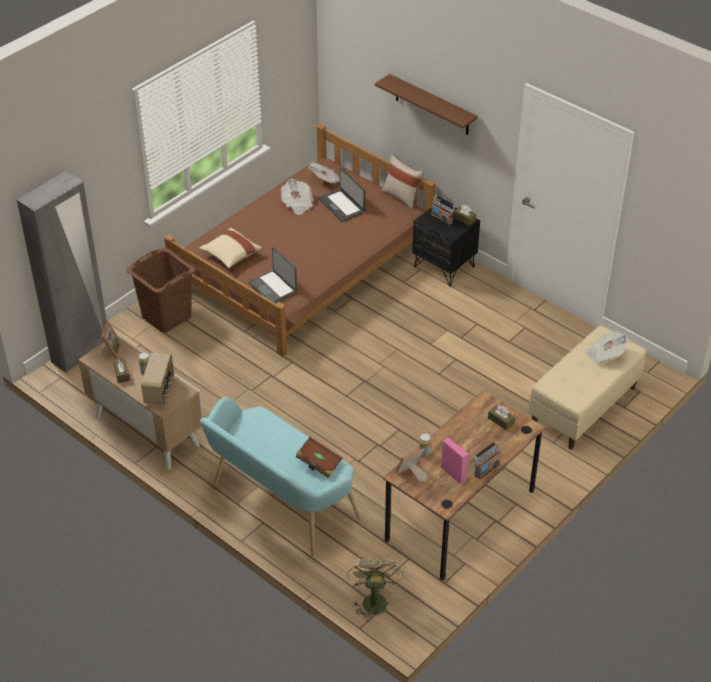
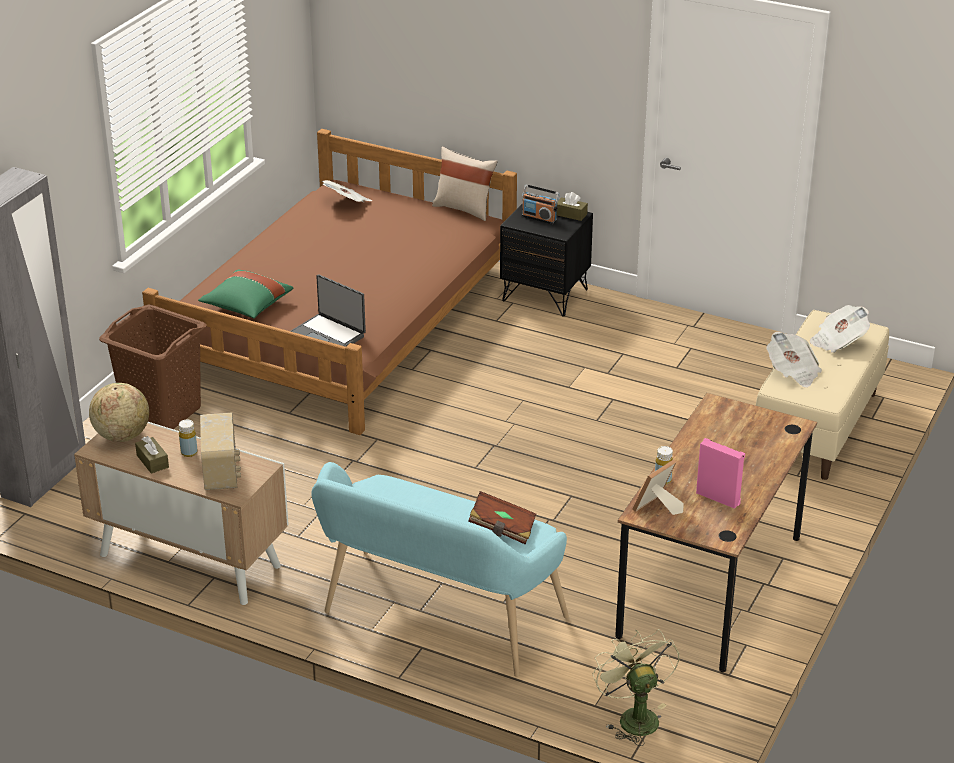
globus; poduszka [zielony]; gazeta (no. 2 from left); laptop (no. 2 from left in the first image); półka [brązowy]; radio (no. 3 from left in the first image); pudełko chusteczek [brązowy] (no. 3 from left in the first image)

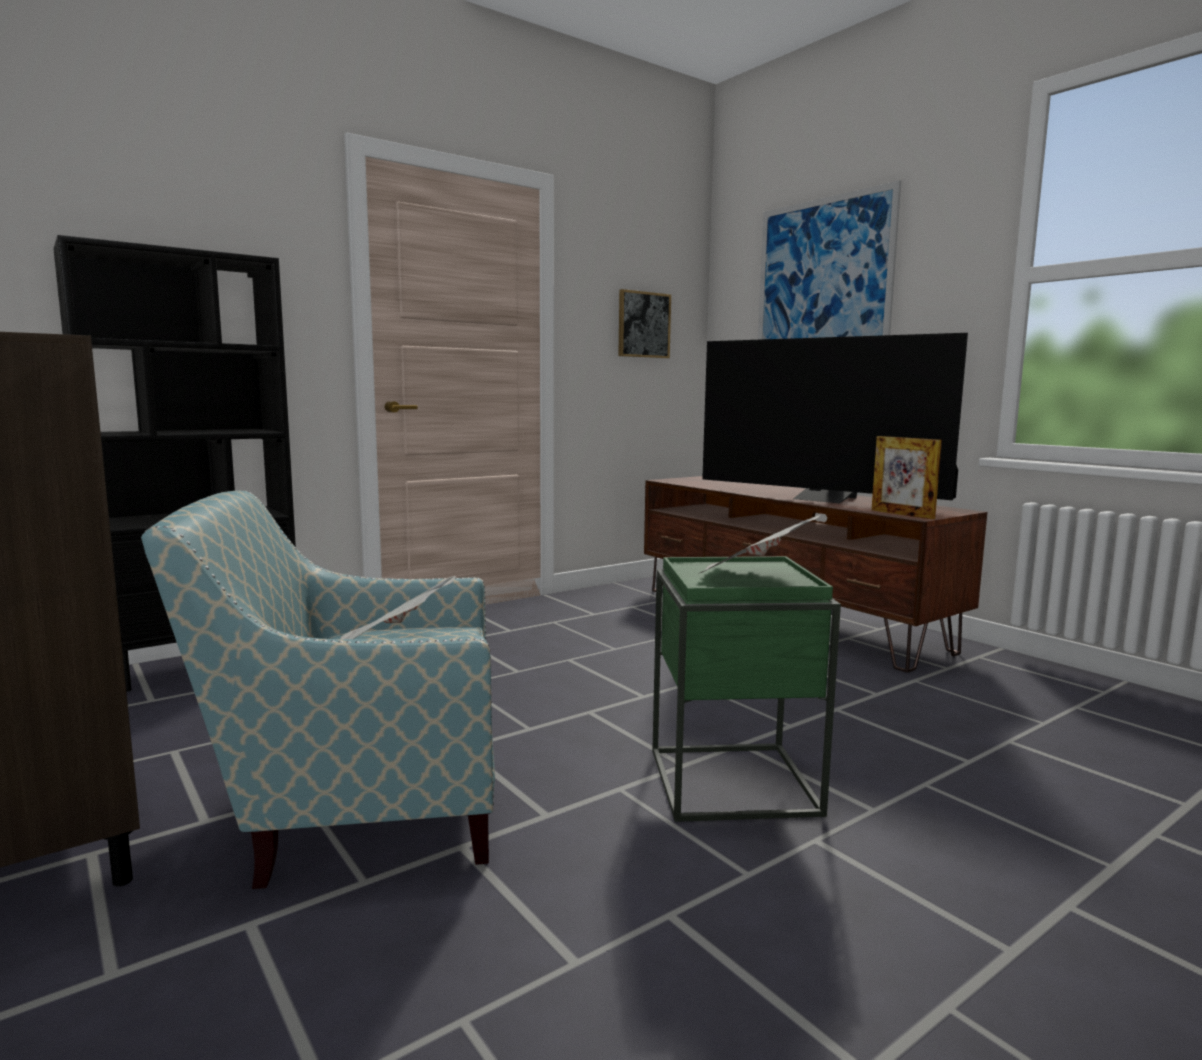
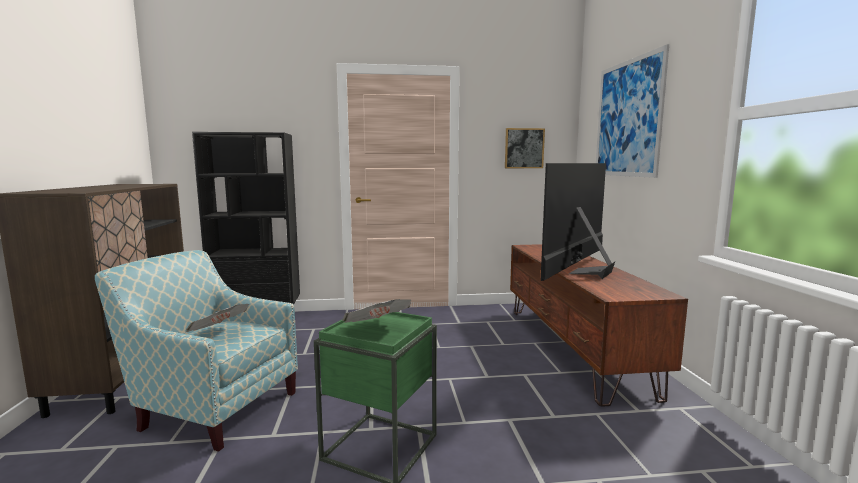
telewizor; ramka na zdjęcie

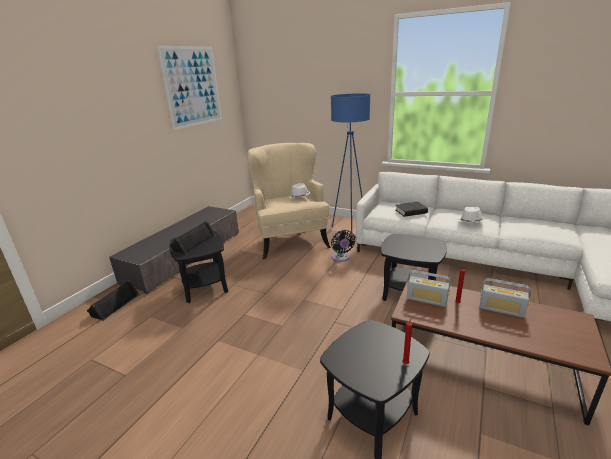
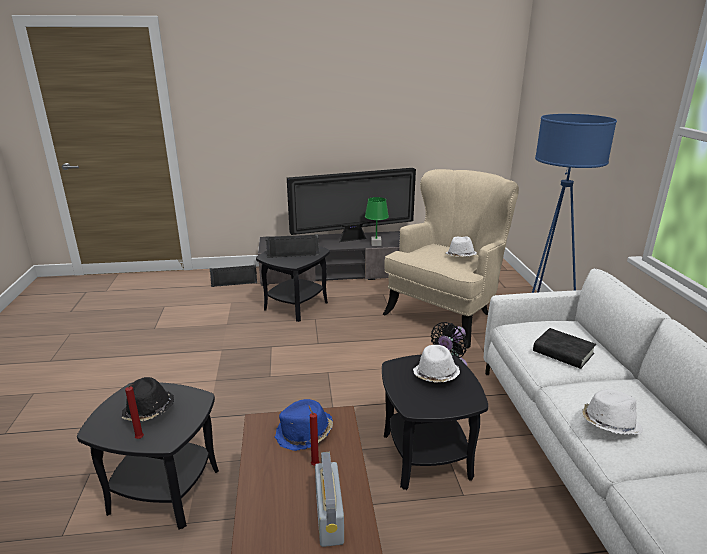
obraz; kapelusz [niebieski]; kapelusz [czarny]; telewizor; lampa stołowa [zielony]; kapelusz [biały] (no. 1 from left)

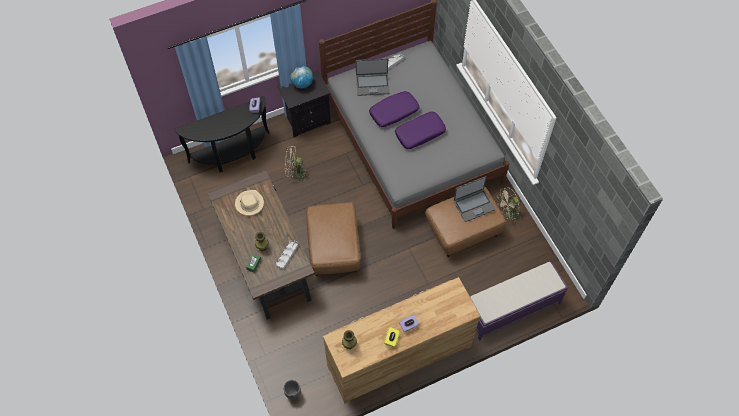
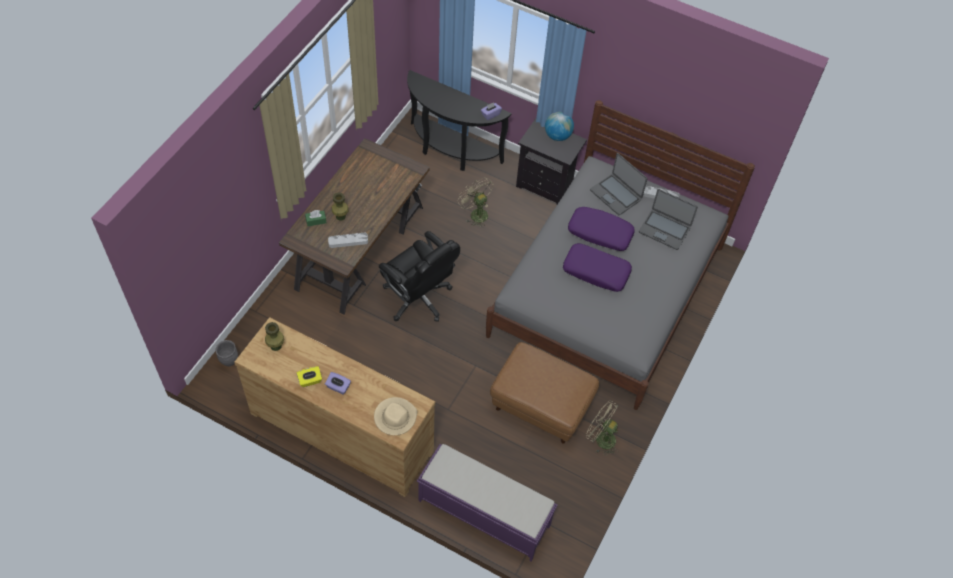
kapelusz [beżowy]; krzesło biurowe [czarny]; laptop (no. 2 from left)

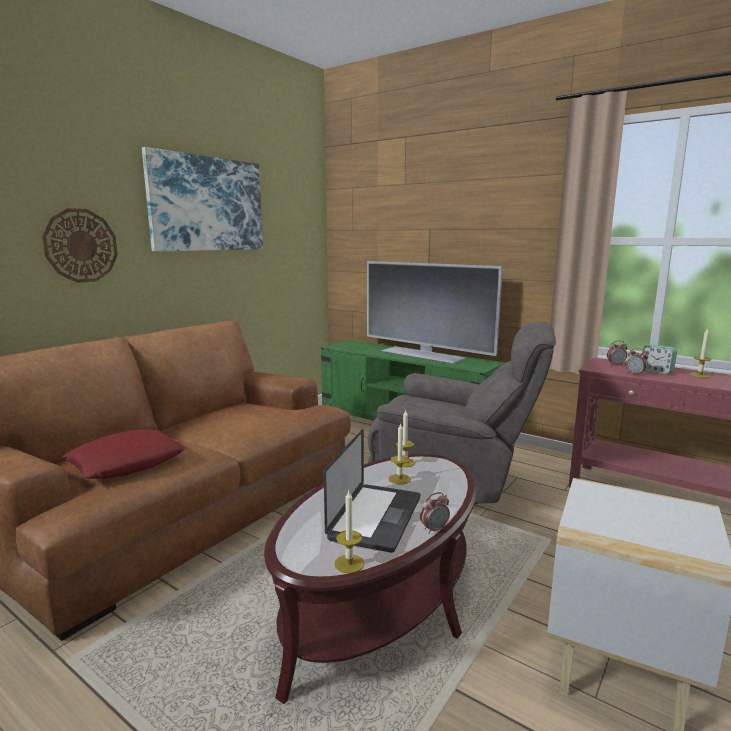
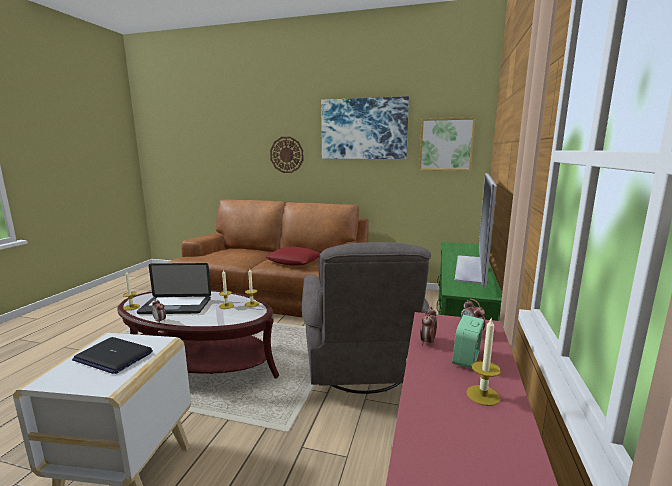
poduszka [czerwony]; laptop (no. 1 from left); obraz (no. 2 from left)

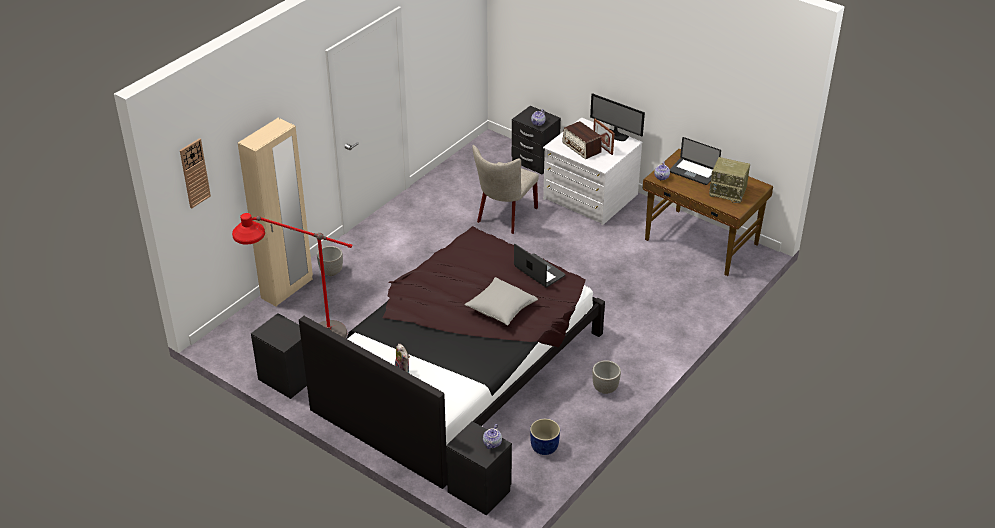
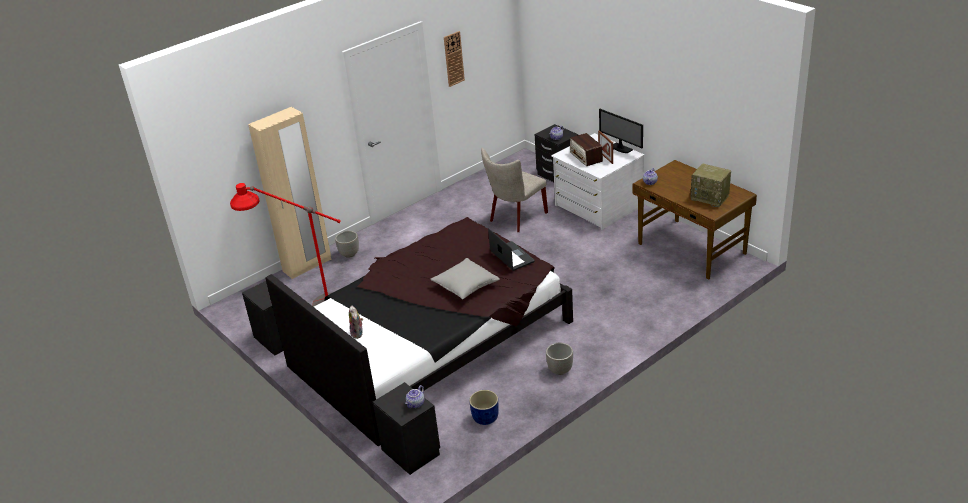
zegar ścienny; laptop (no. 2 from left in the first image)

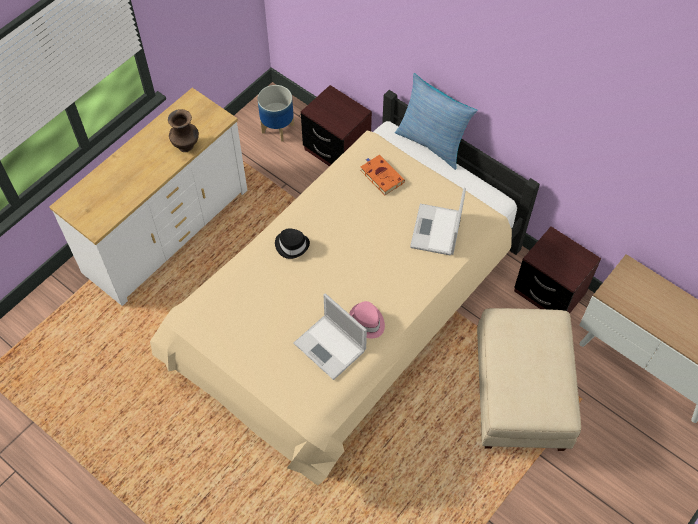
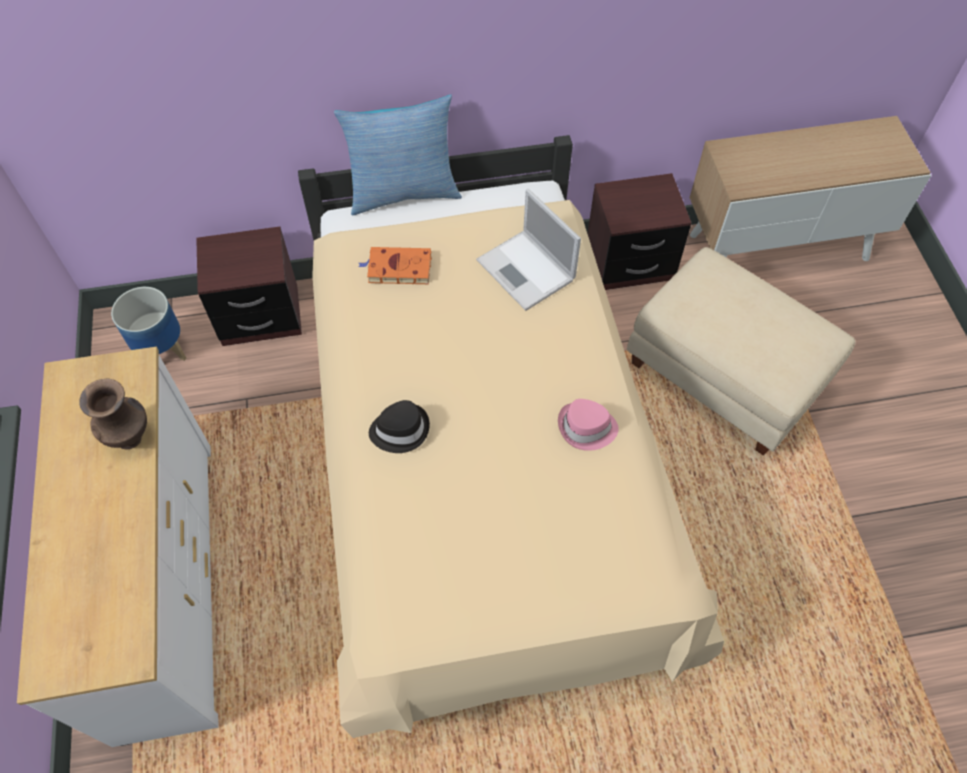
laptop (no. 1 from left in the first image)

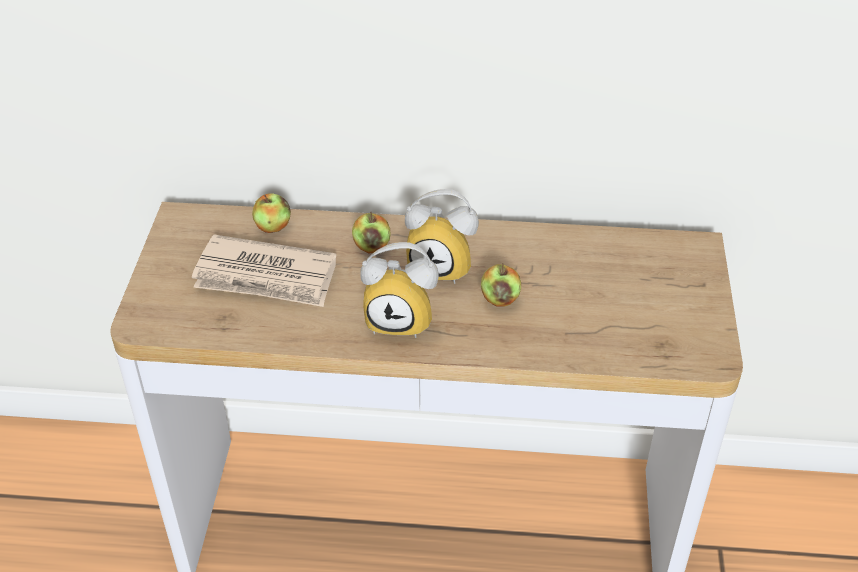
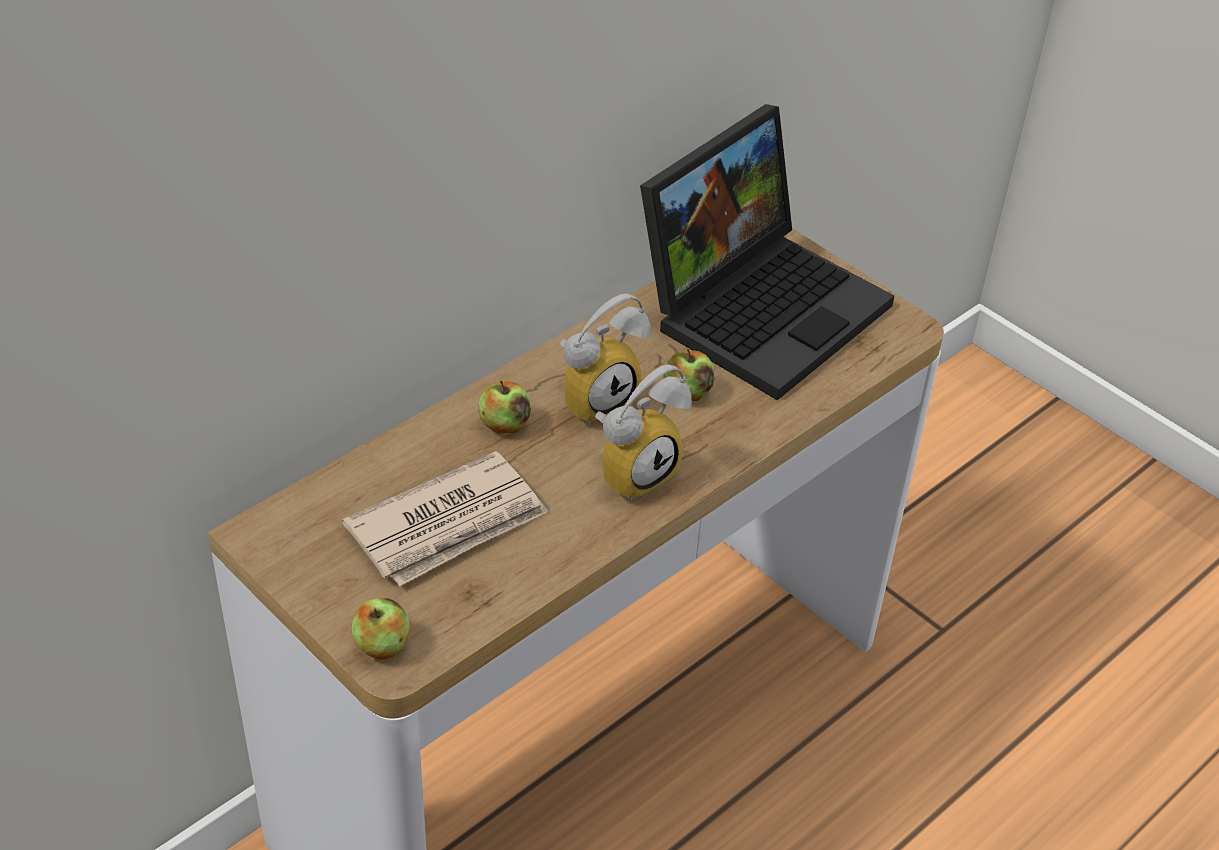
jabłko (no. 1 from left); laptop

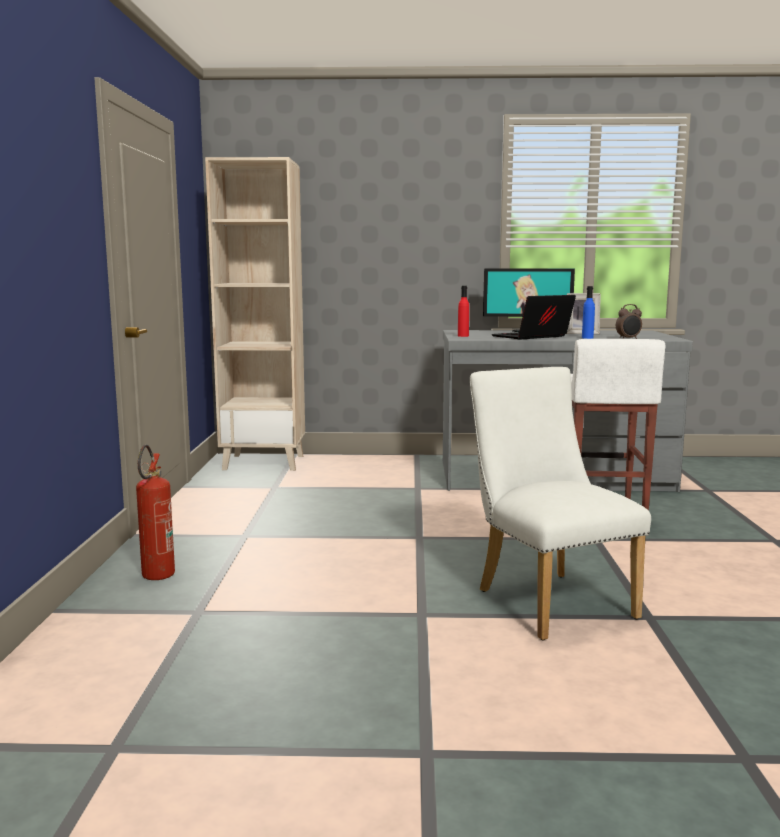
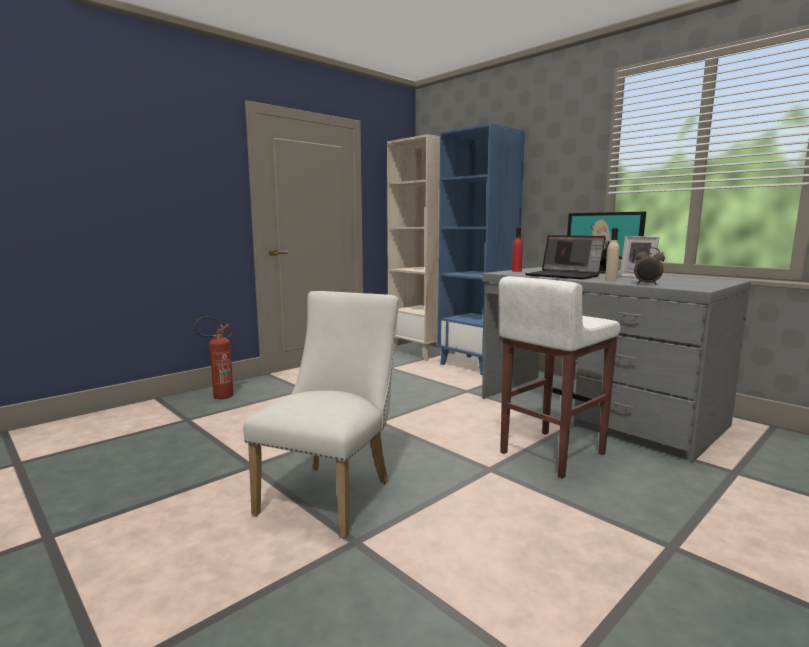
laptop; butelka [beżowy]; regał [niebieski]

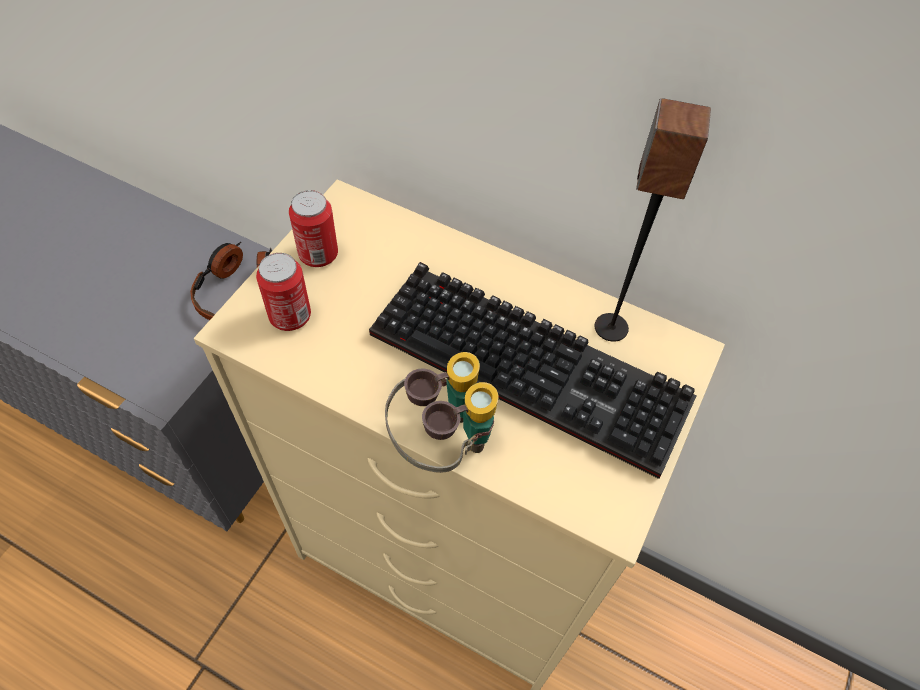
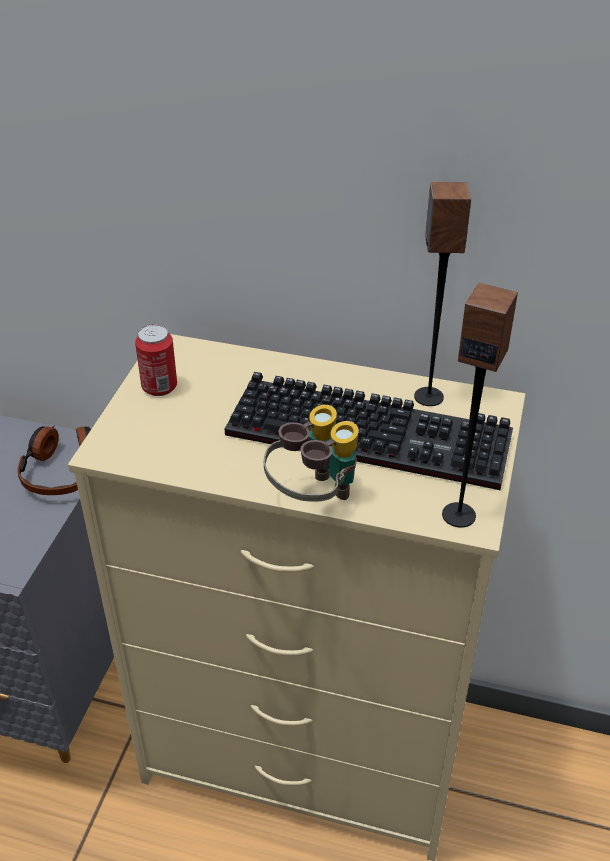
puszka (no. 1 from left in the first image); głośnik (no. 2 from left)

